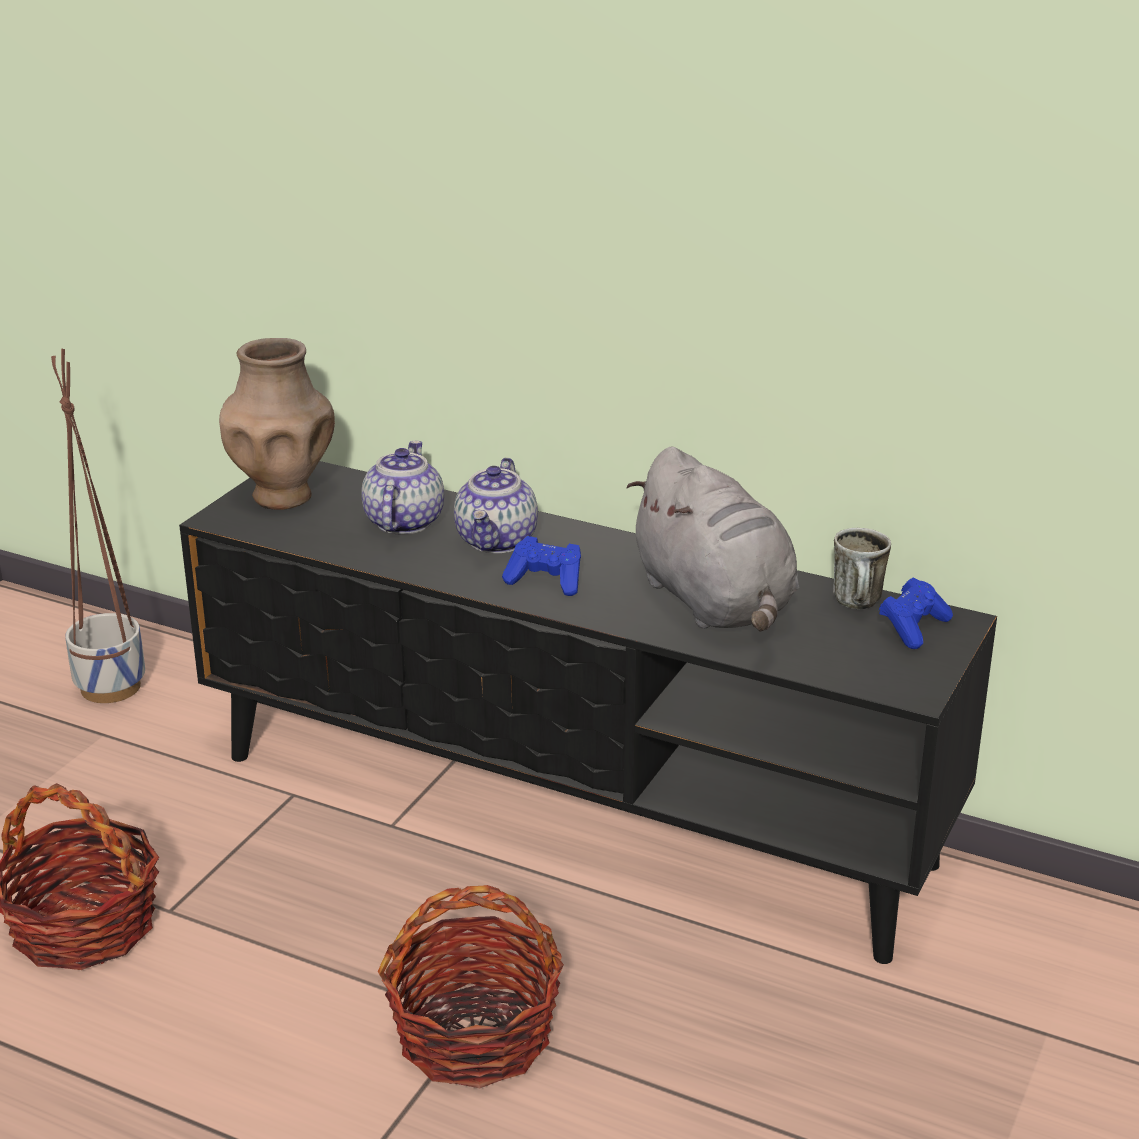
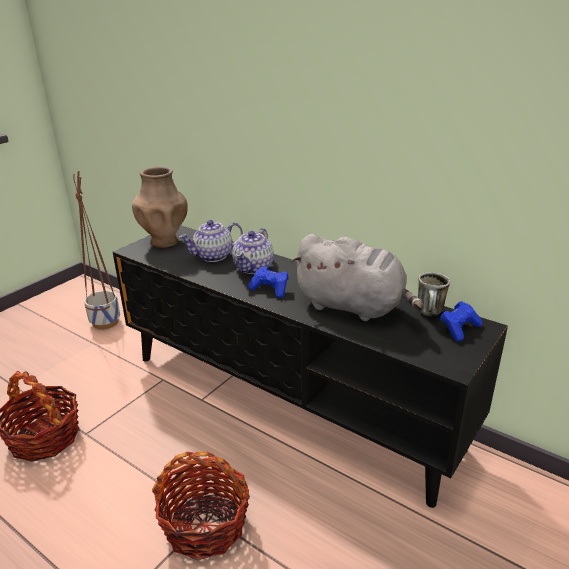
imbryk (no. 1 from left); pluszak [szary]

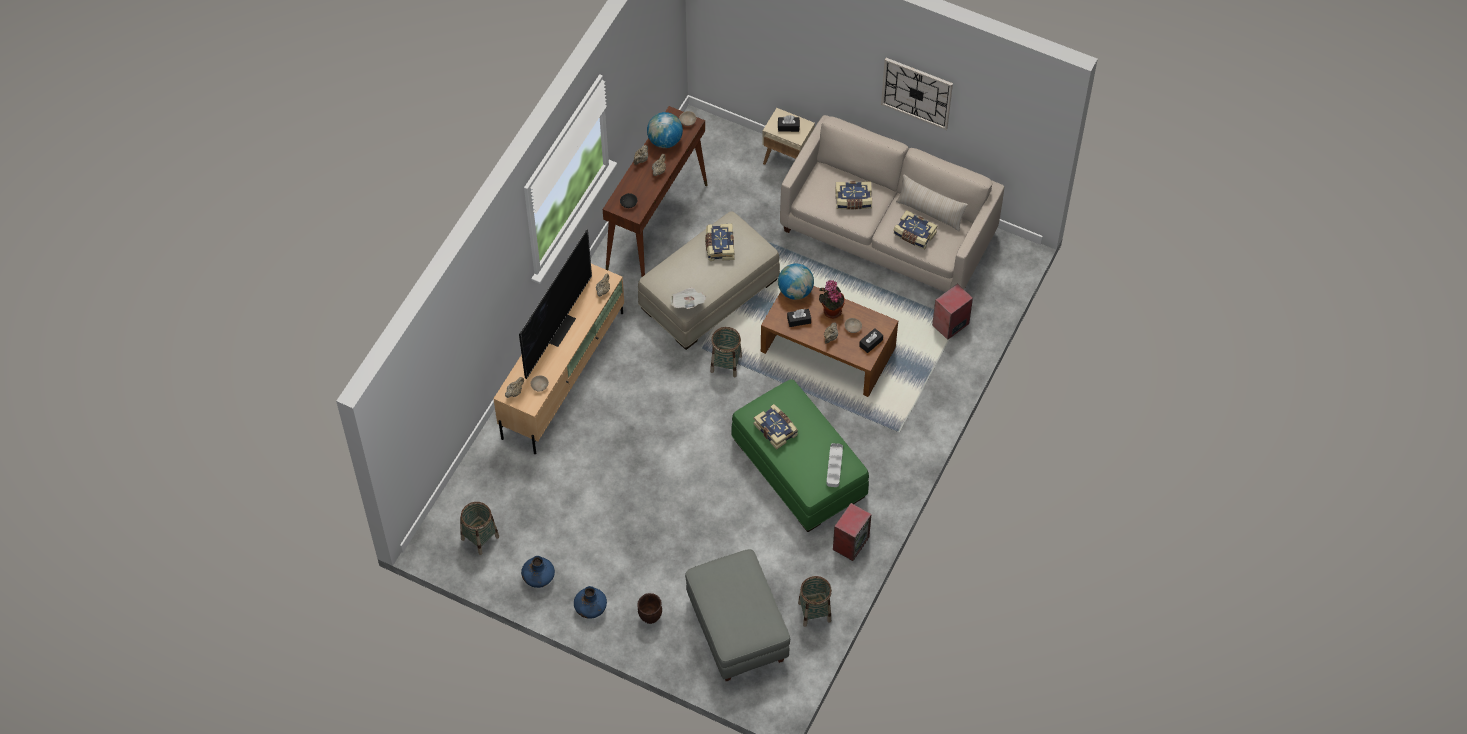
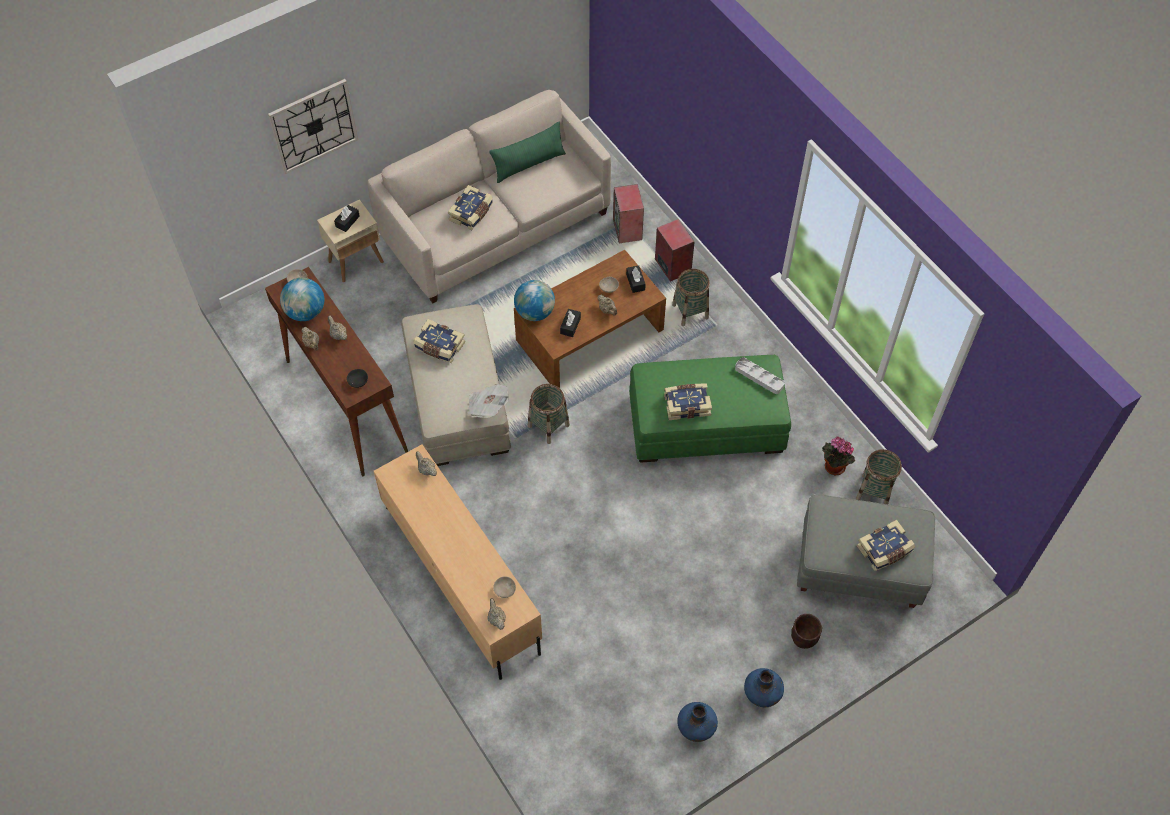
koszyk (no. 2 from left); telewizor; roślina doniczkowa; głośnik (no. 2 from left); zegar ścienny; książka (no. 4 from left); poduszka [zielony]

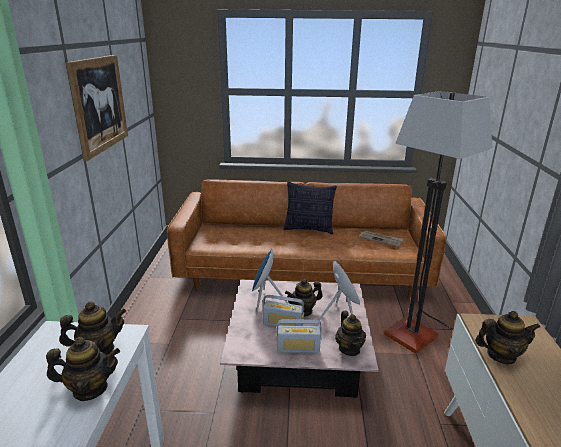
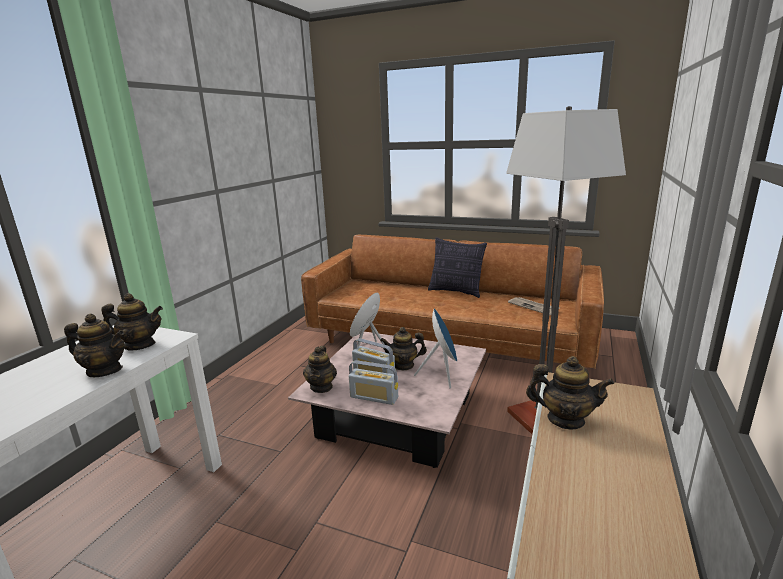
obraz; imbryk (no. 3 from left)

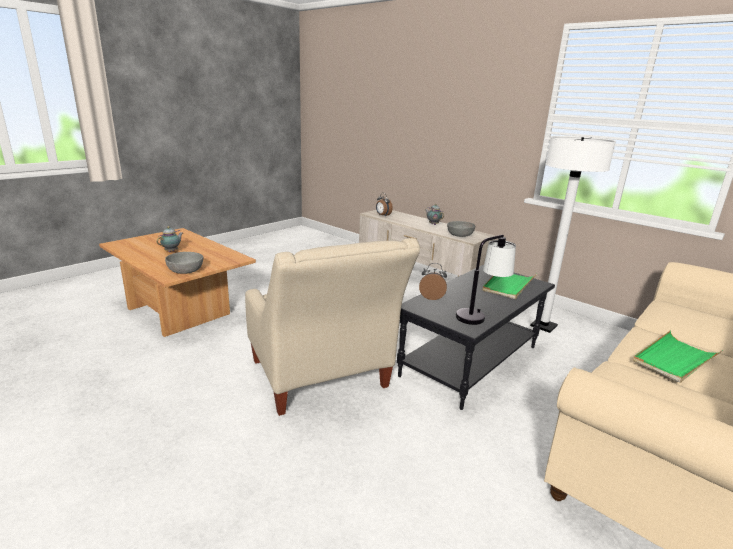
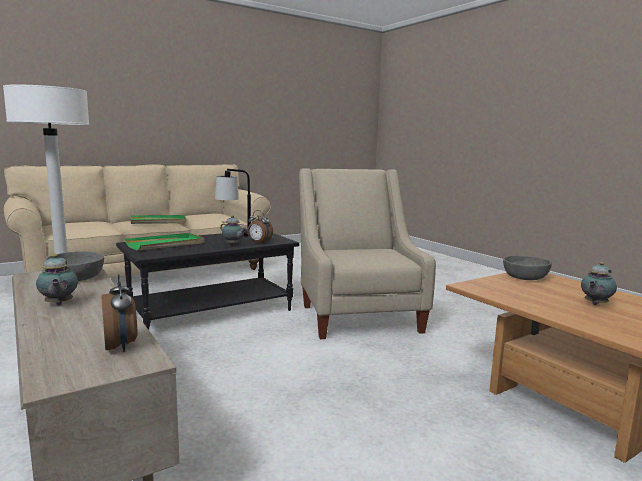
imbryk (no. 2 from left)

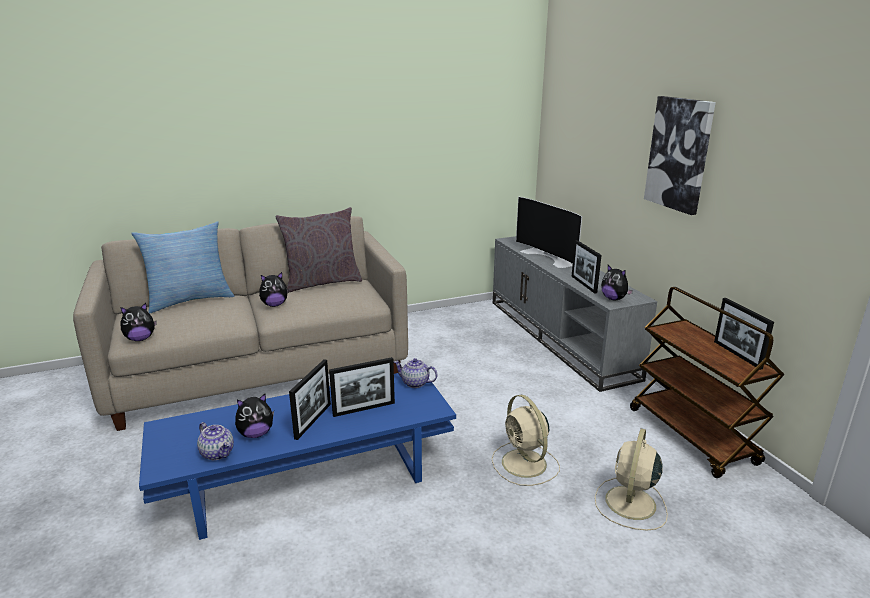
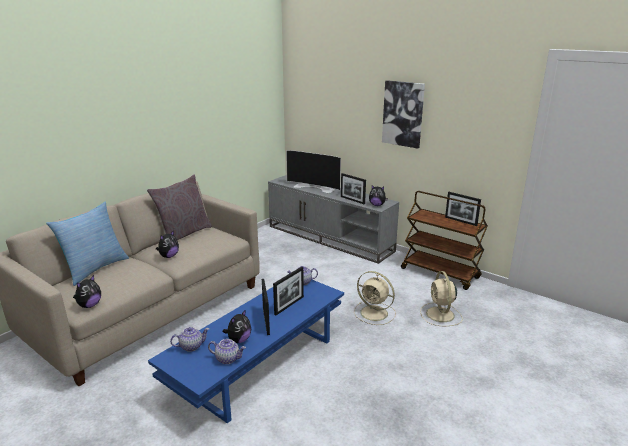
imbryk (no. 1 from left)

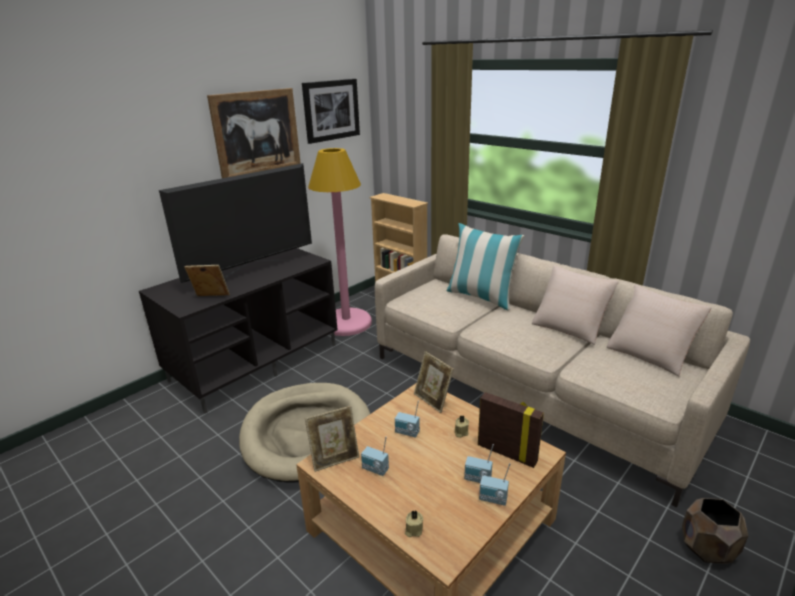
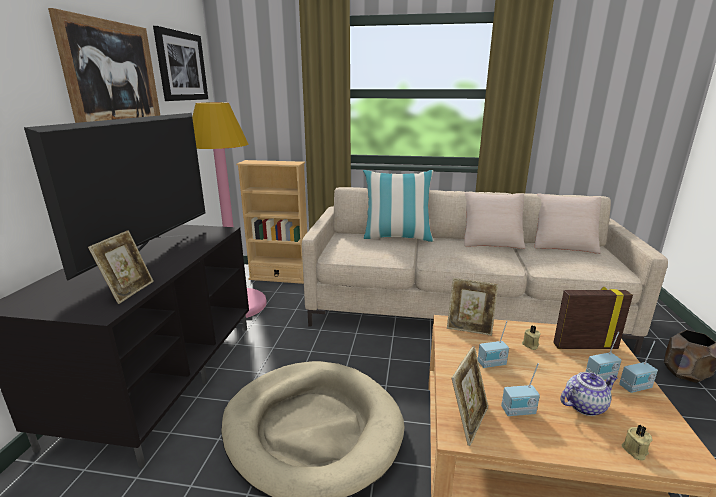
ramka na zdjęcie (no. 1 from left); imbryk

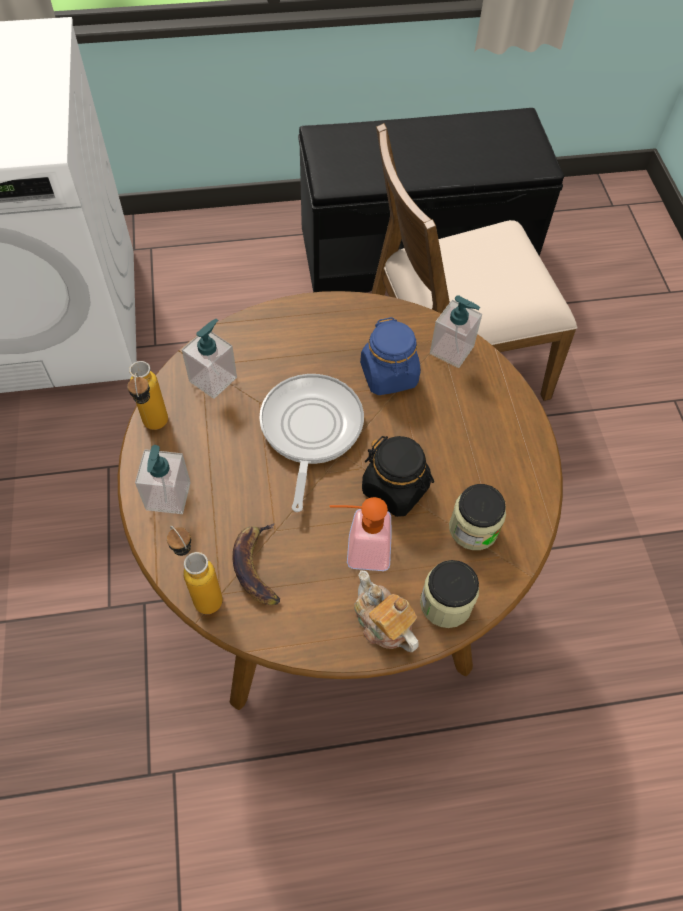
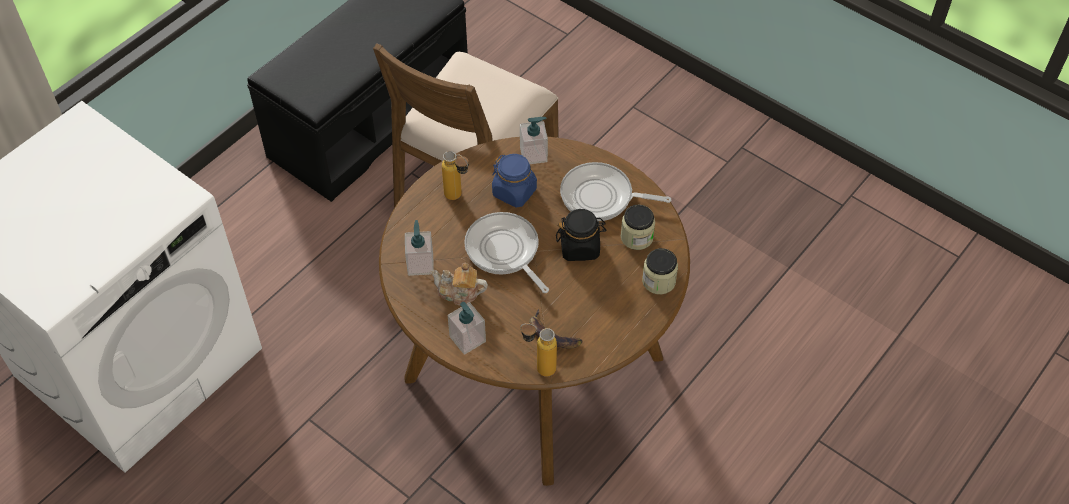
butelka (no. 1 from left); dozownik mydła (no. 3 from left in the first image); imbryk; patelnia (no. 2 from left)

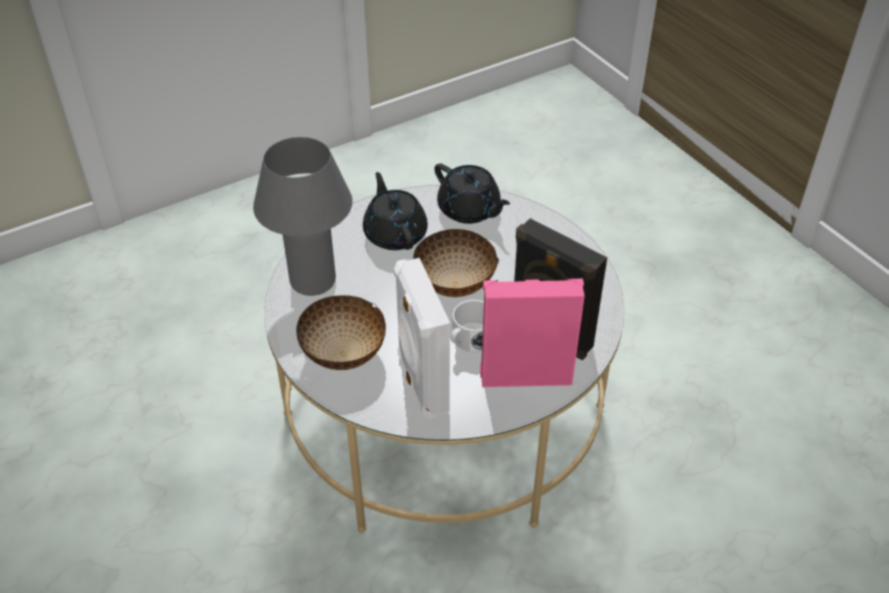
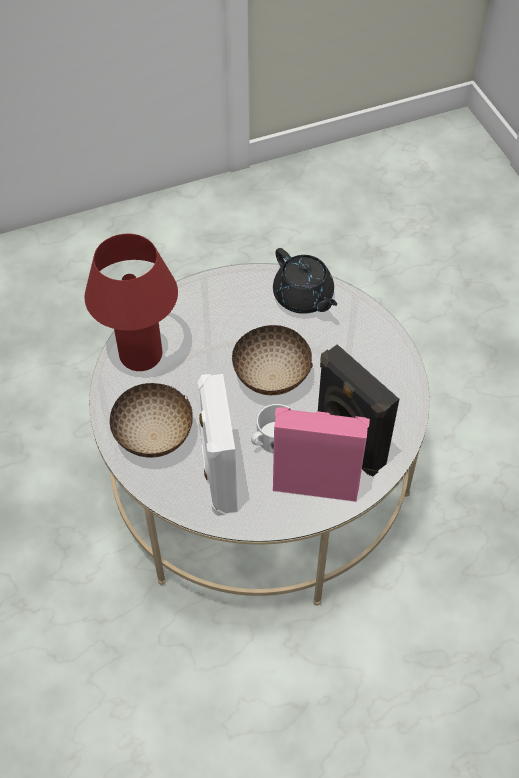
lampa stołowa [czerwony]; imbryk [czarny] (no. 1 from left in the first image)

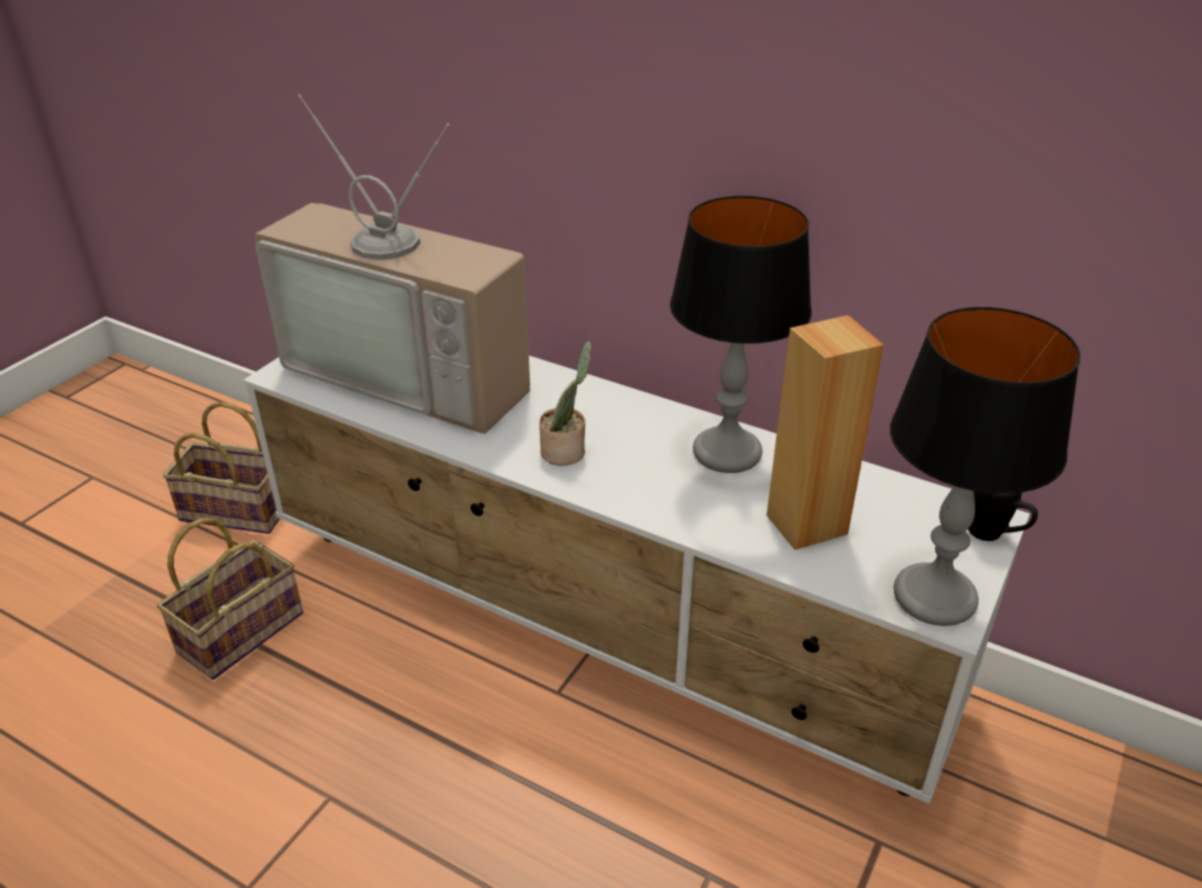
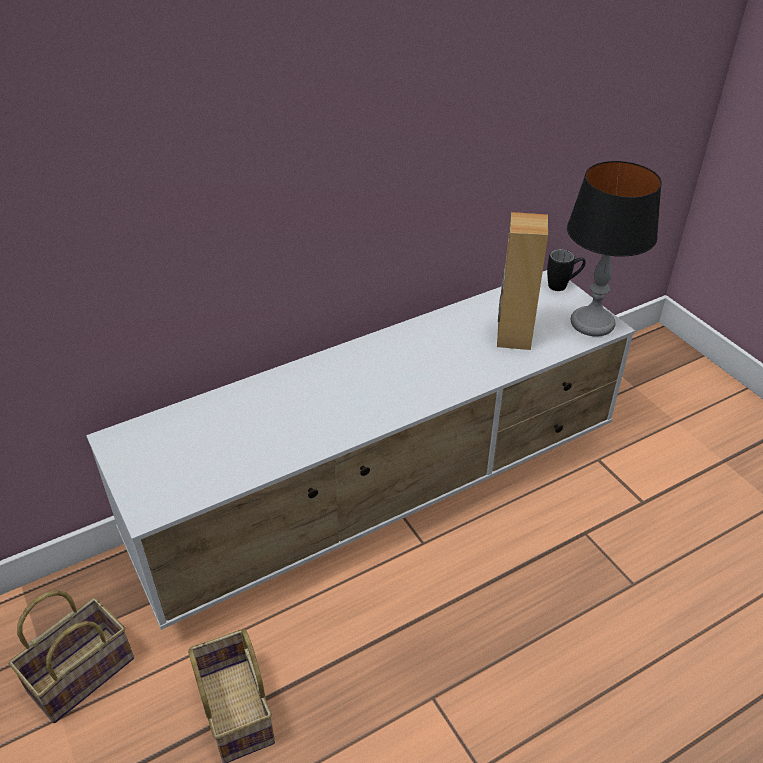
telewizor; roślina doniczkowa; lampa stołowa (no. 1 from left in the first image)

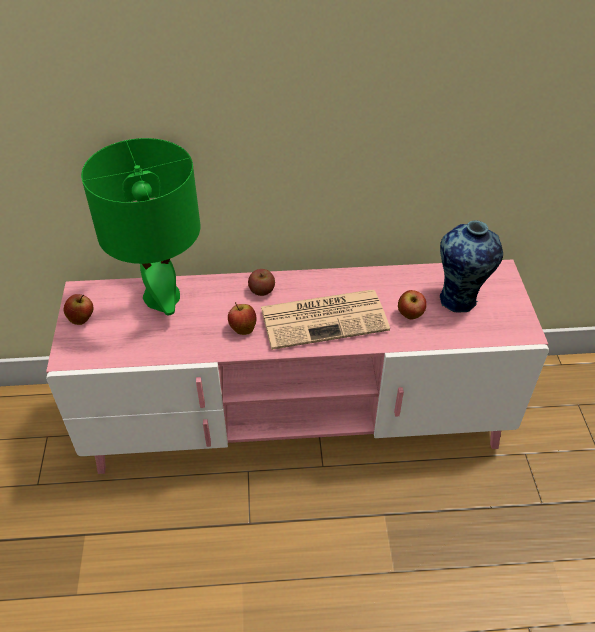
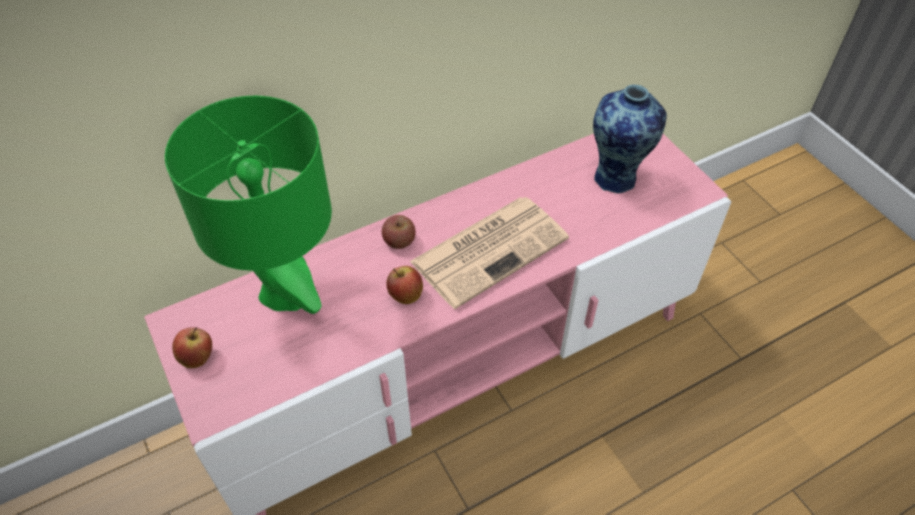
jabłko (no. 4 from left in the first image)

